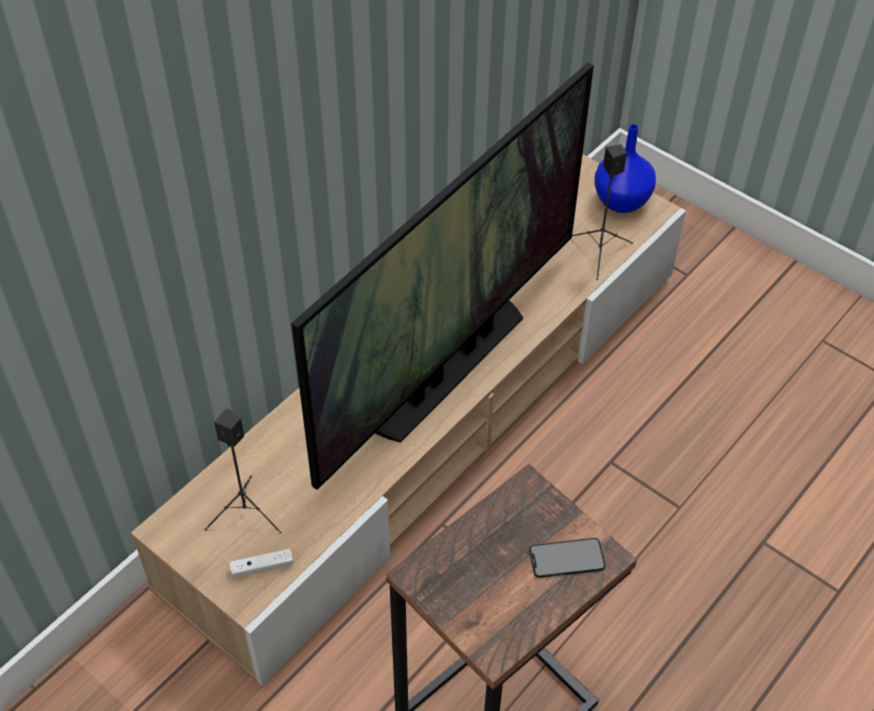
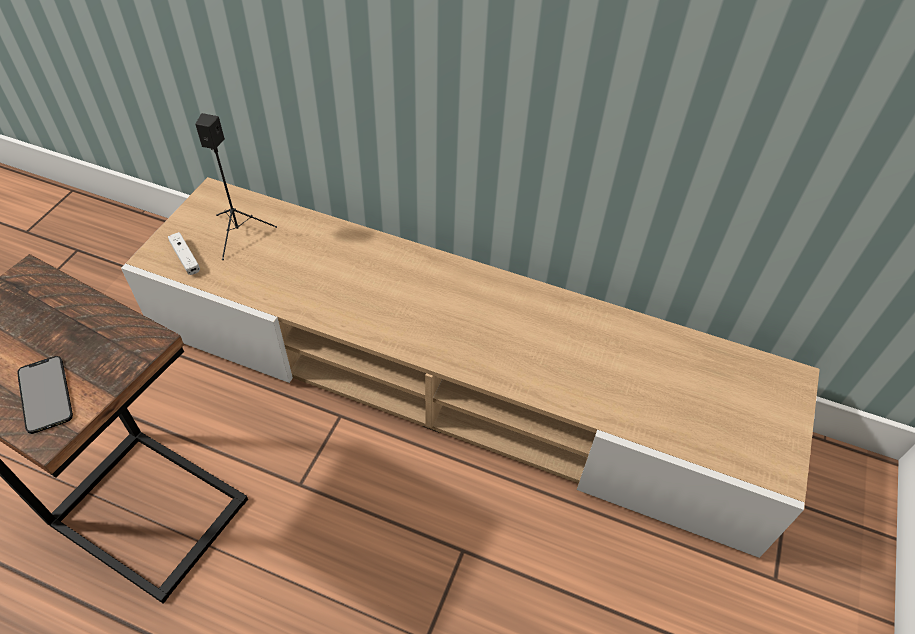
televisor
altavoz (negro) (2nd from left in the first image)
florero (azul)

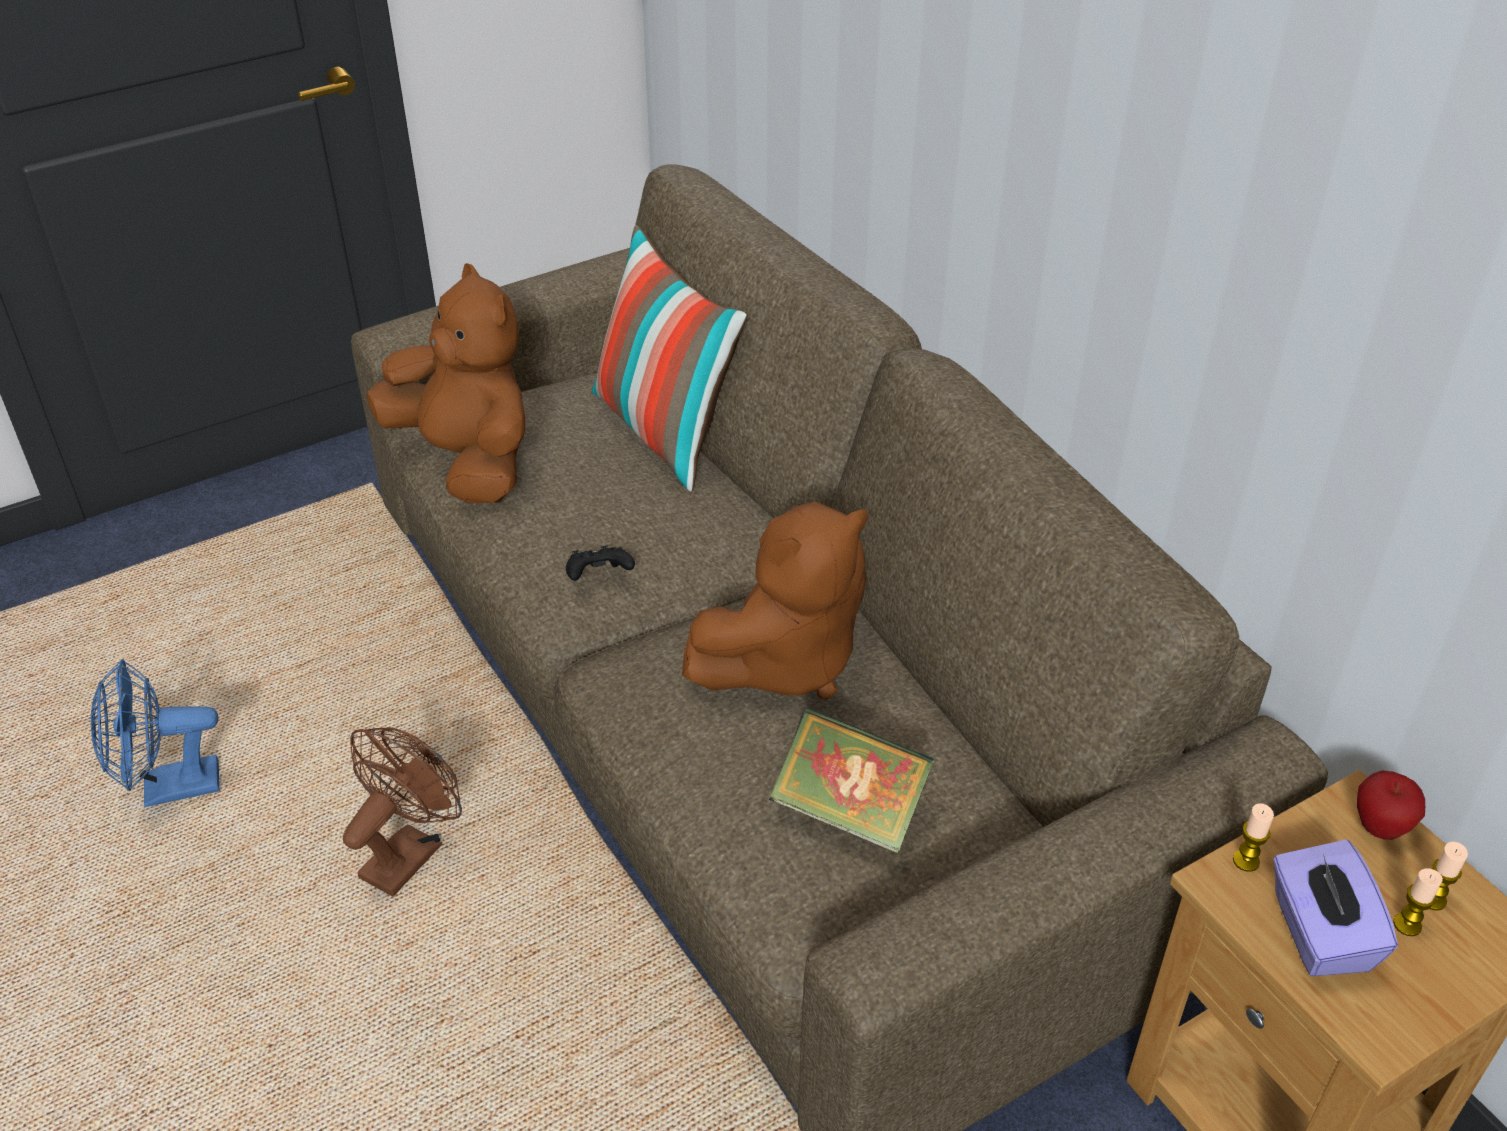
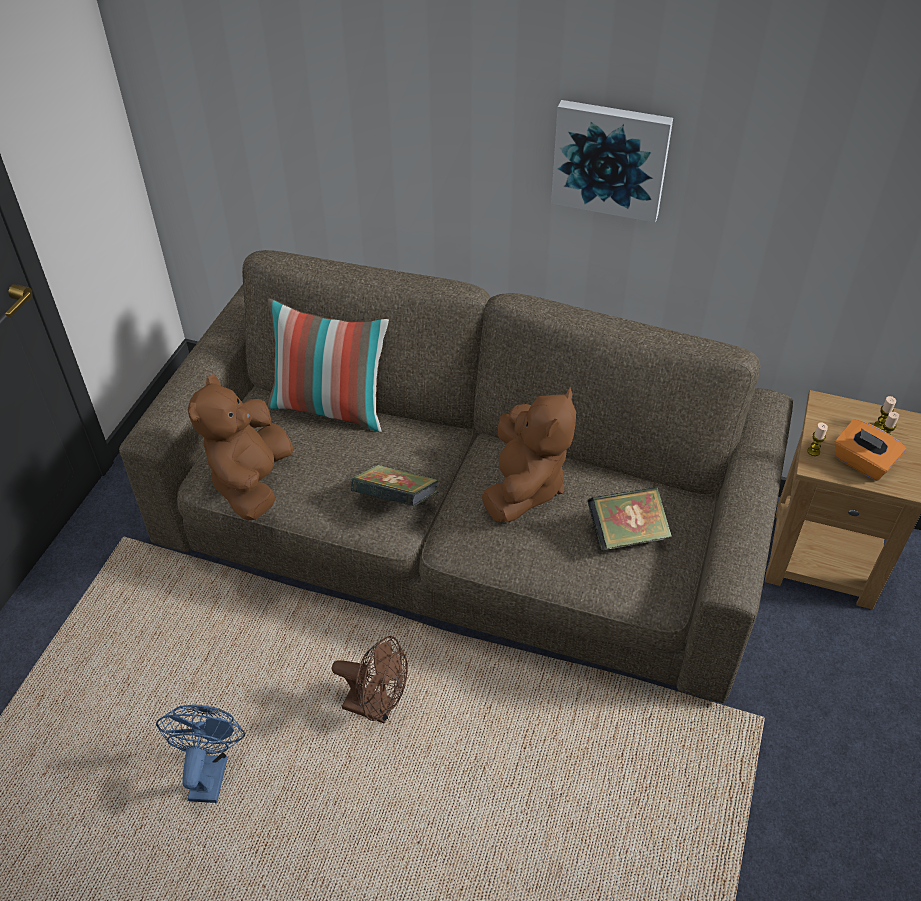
manzana
cuadro
libro (1st from left)
caja de pañuelos (naranja)
ventilador (azul)
ventilador (marrón)
peluche (marrón) (1st from left)

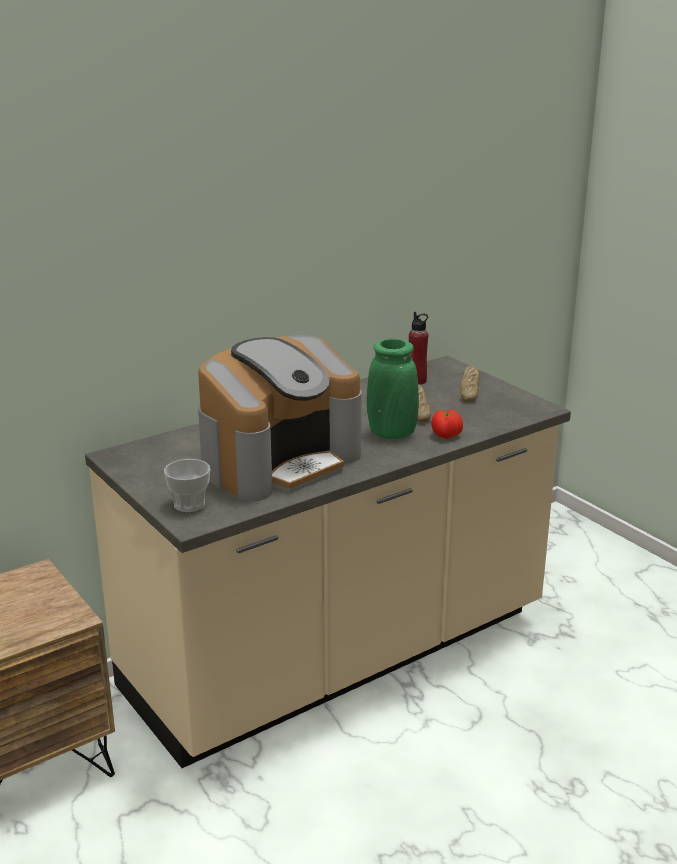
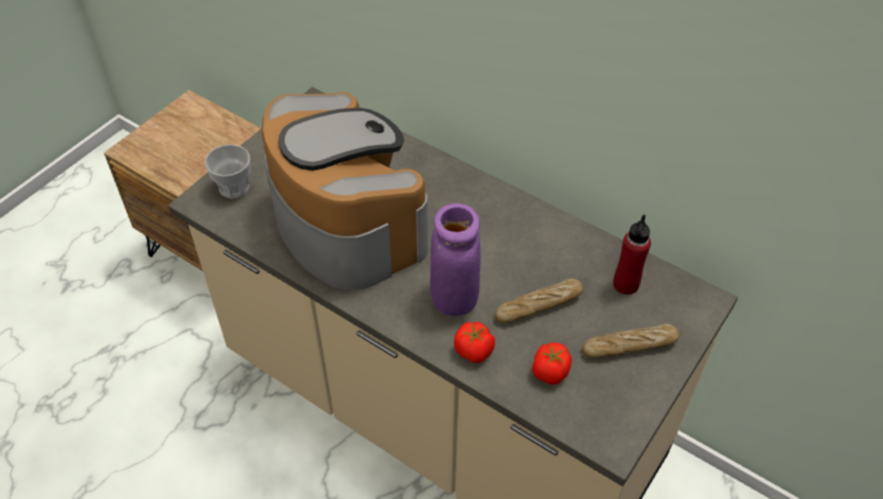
tomate (2nd from left)
florero (morado)
cafetera

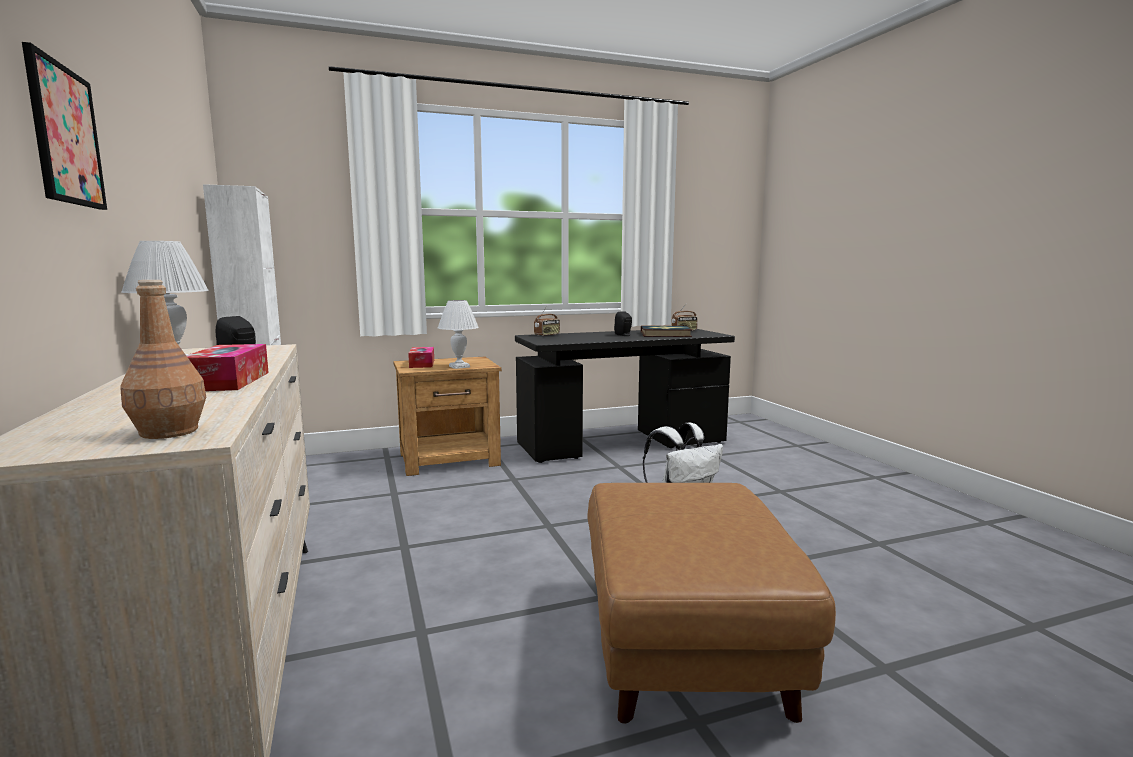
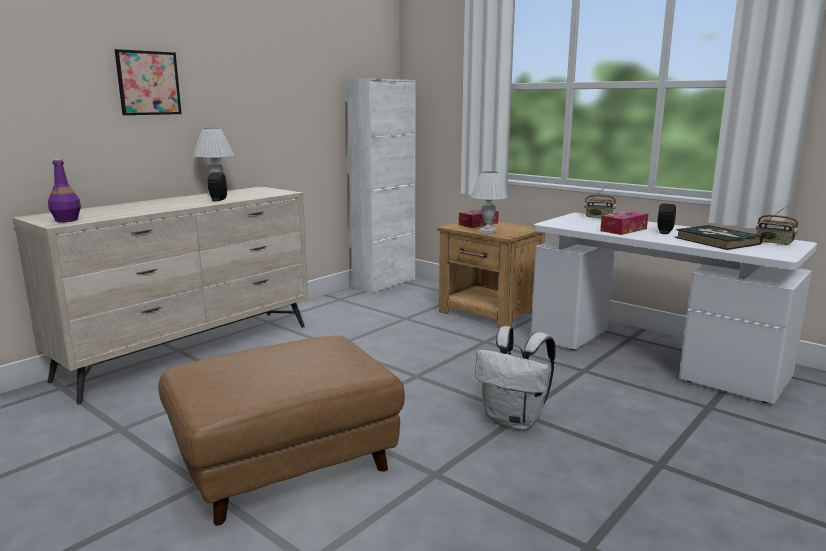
caja de pañuelos (2nd from left)
botella (morado)
escritorio (blanco)

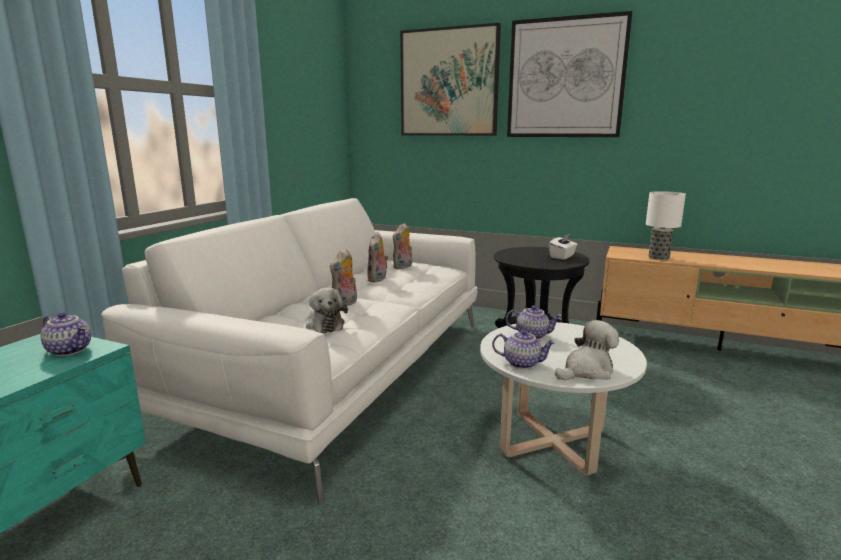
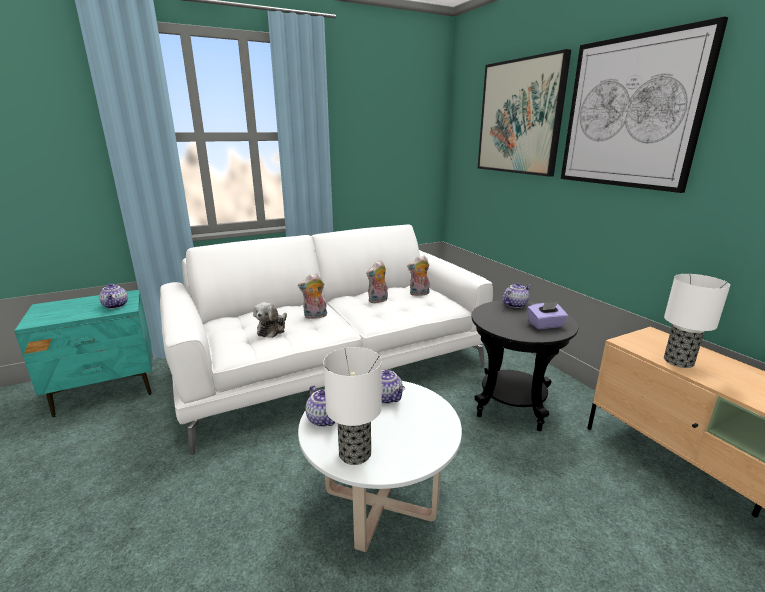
tetera (4th from left)
lámpara de mesa (1st from left)
caja de pañuelos (morado)

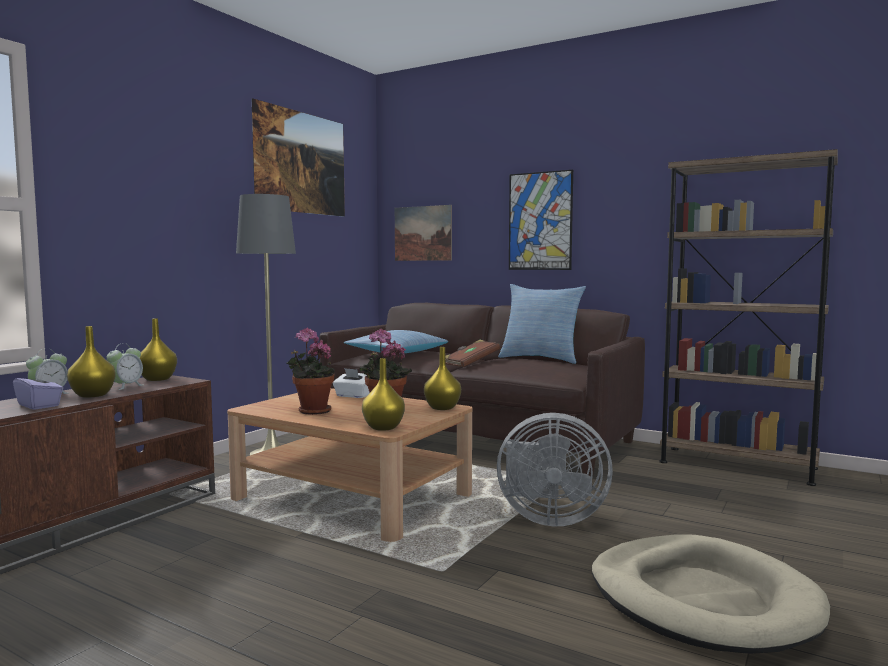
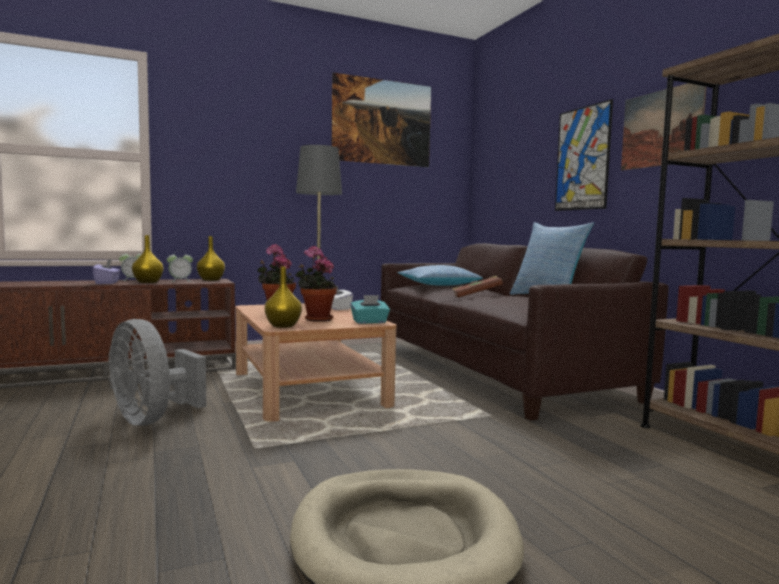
cuadro (3rd from left)
ventilador (gris)
caja de pañuelos (turquesa)

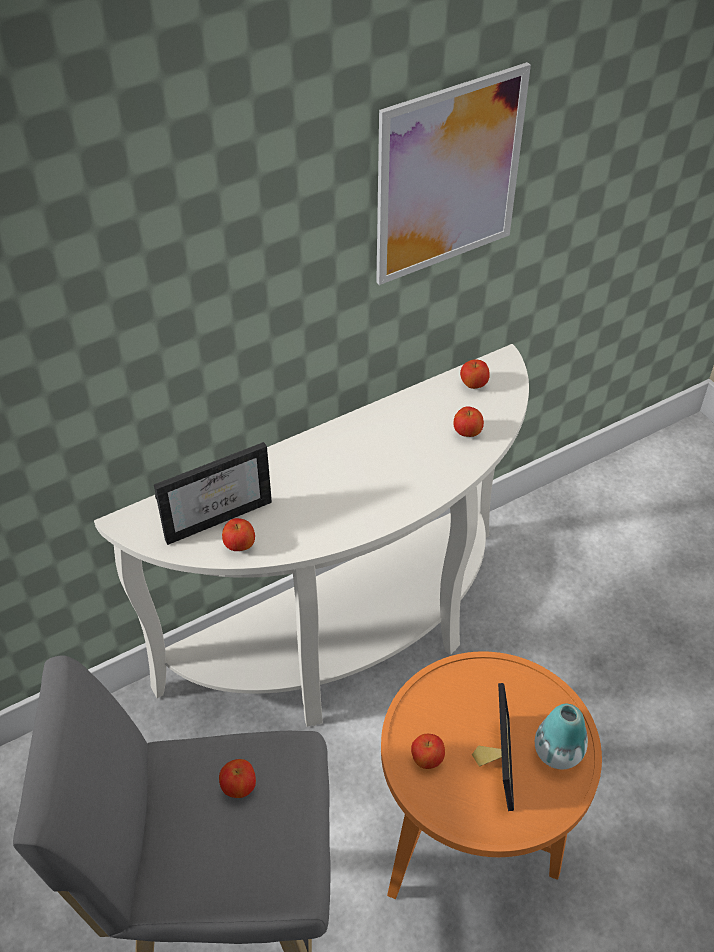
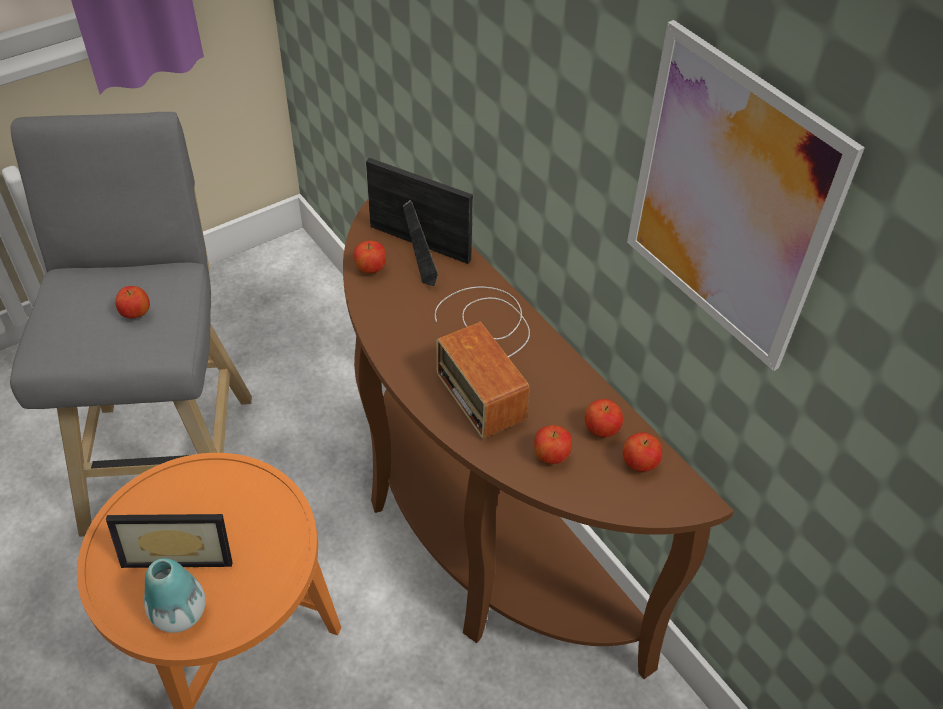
radio
manzana (4th from left)
mesa consola (marrón)
portarretratos (2nd from left)

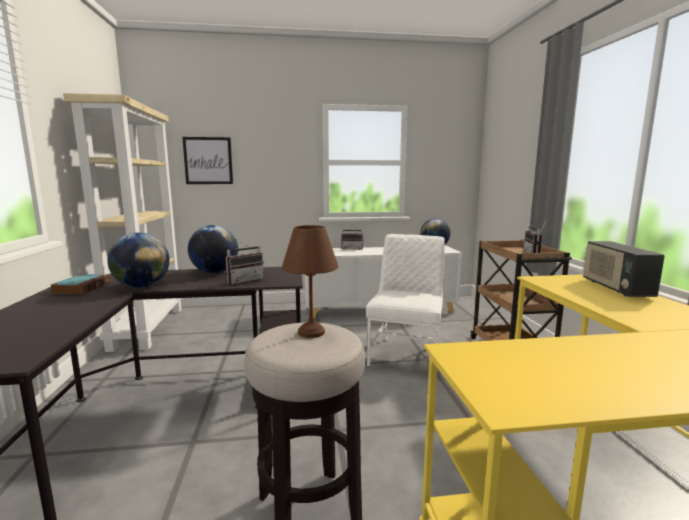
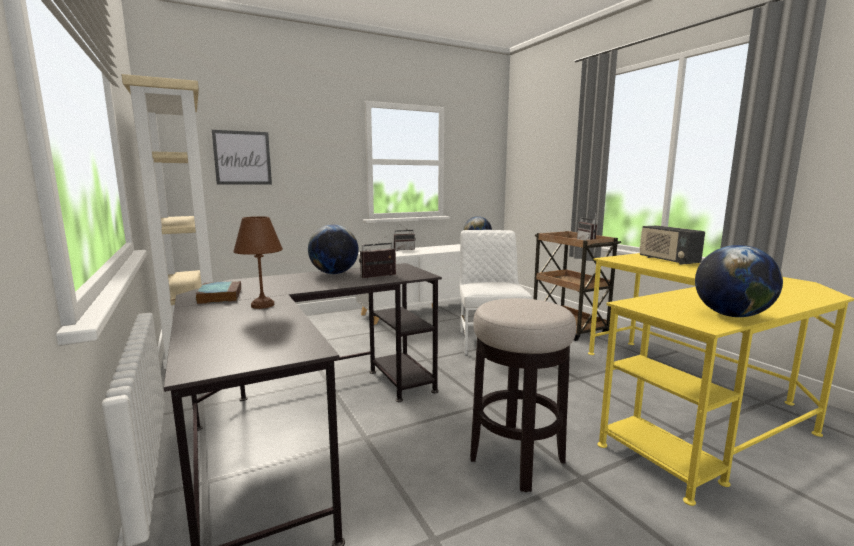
globo terráqueo (3rd from left)
lámpara de mesa (marrón)
radio (1st from left)

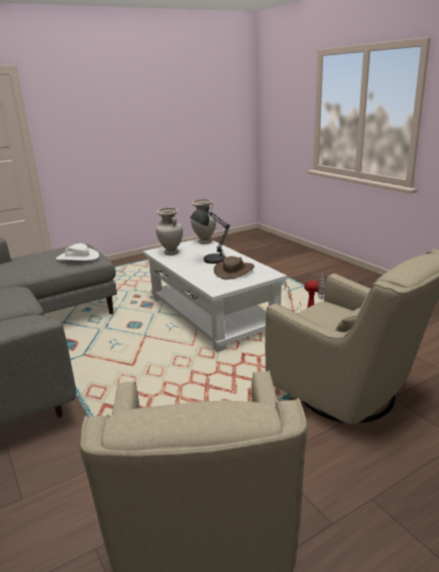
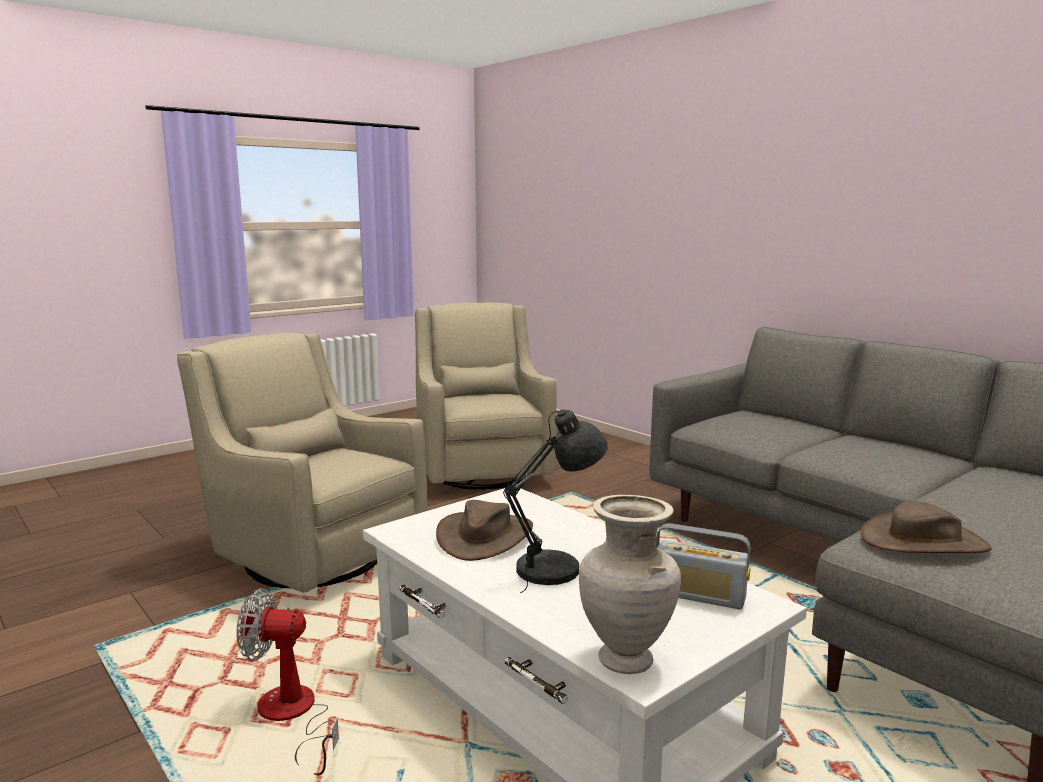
radio
sombrero (marrón) (2nd from left)

